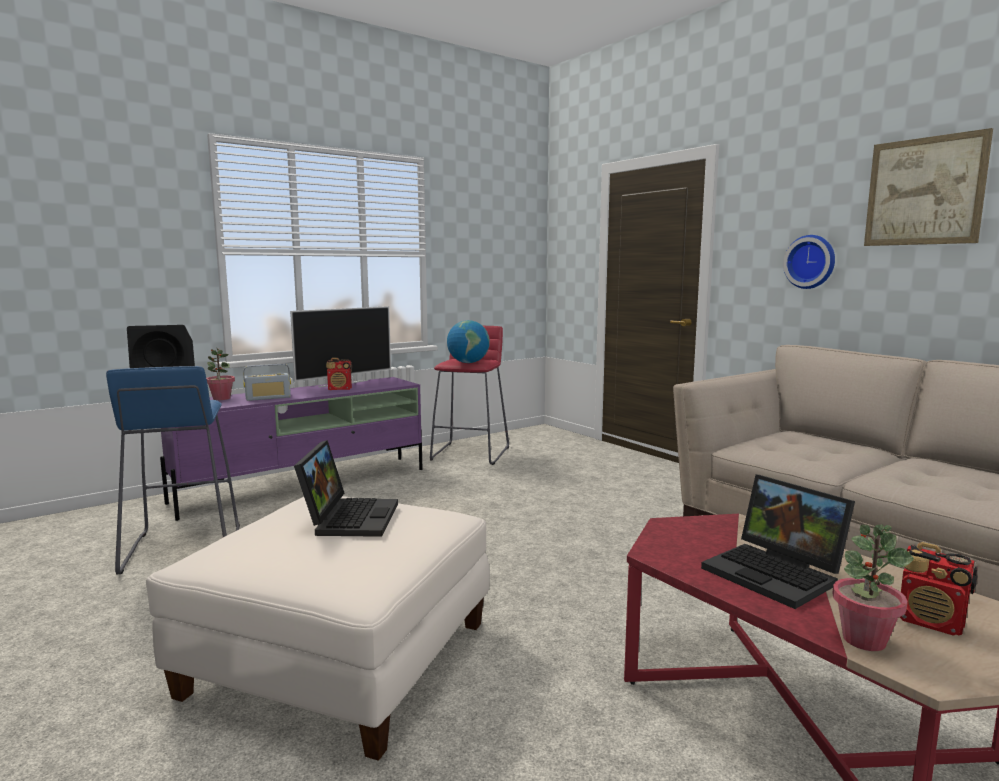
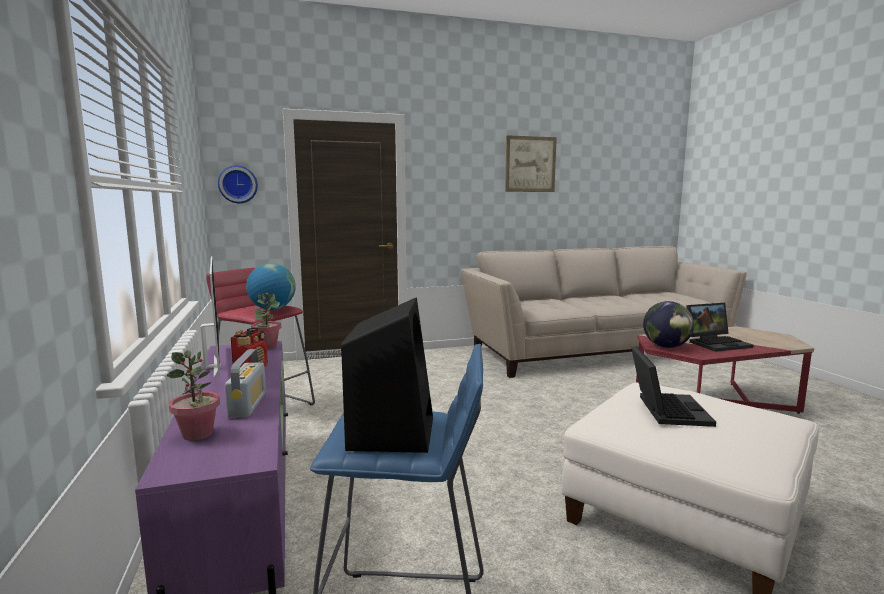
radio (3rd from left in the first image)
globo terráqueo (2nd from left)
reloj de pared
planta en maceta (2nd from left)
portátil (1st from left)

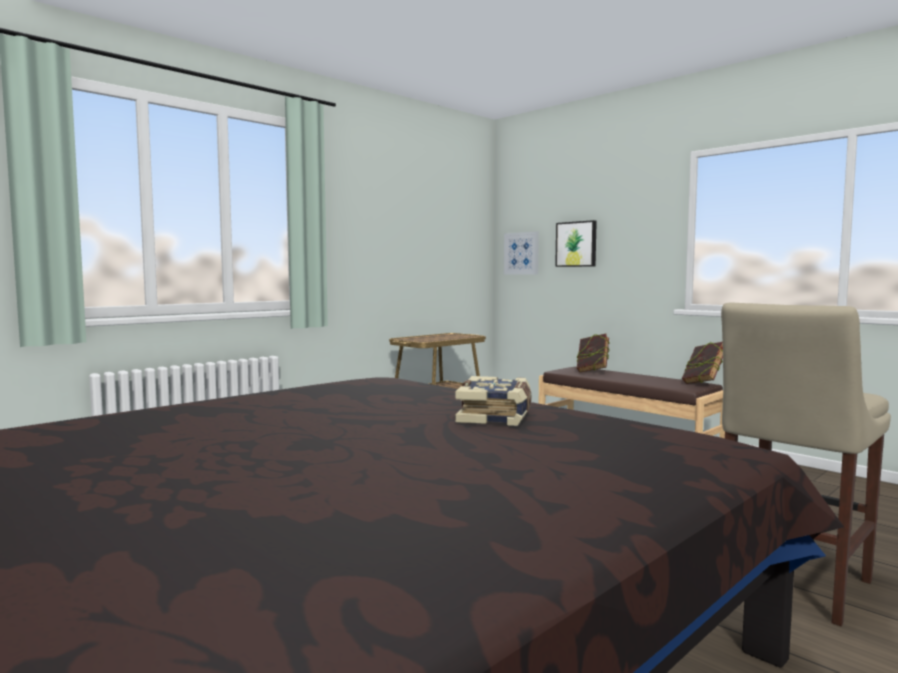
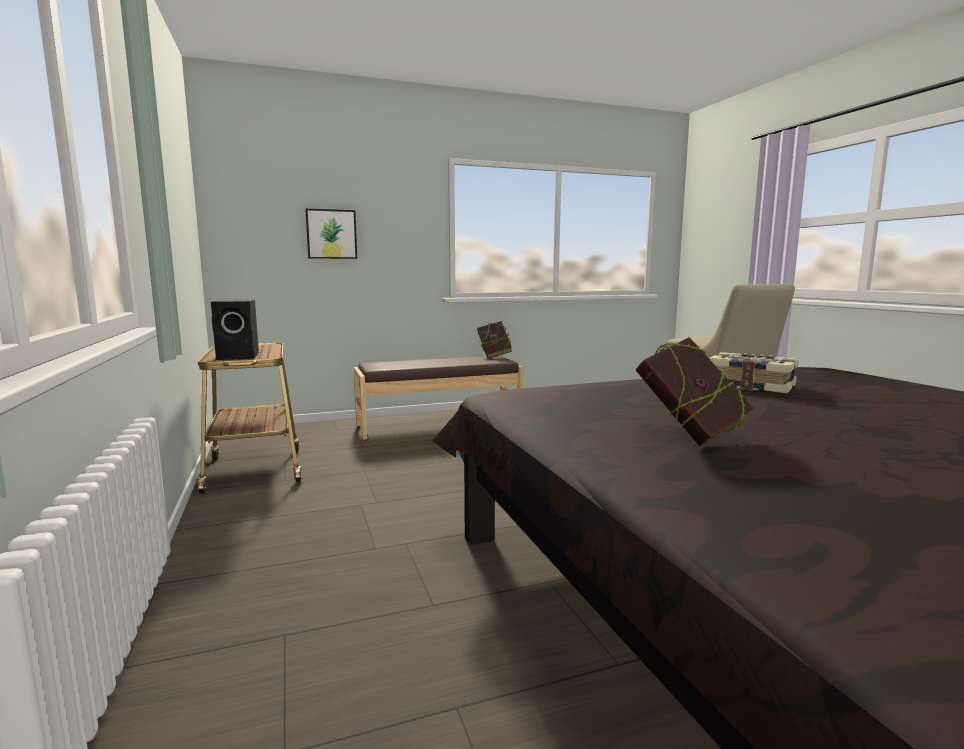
cuadro (1st from left in the first image)
altavoz (negro)
libro (2nd from left)

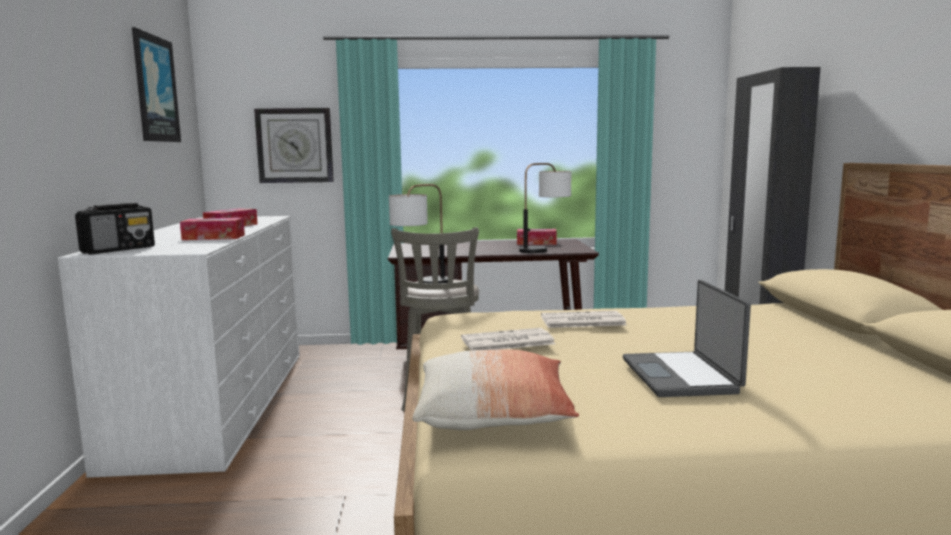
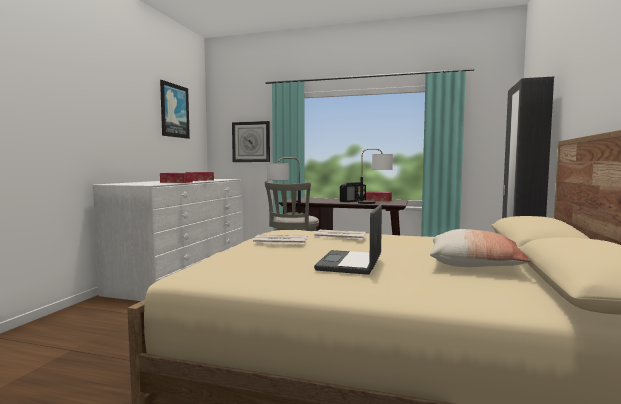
radio
cojín

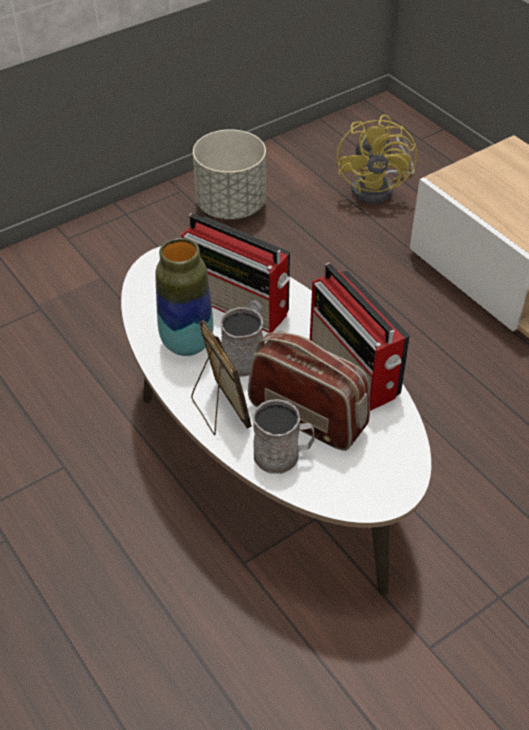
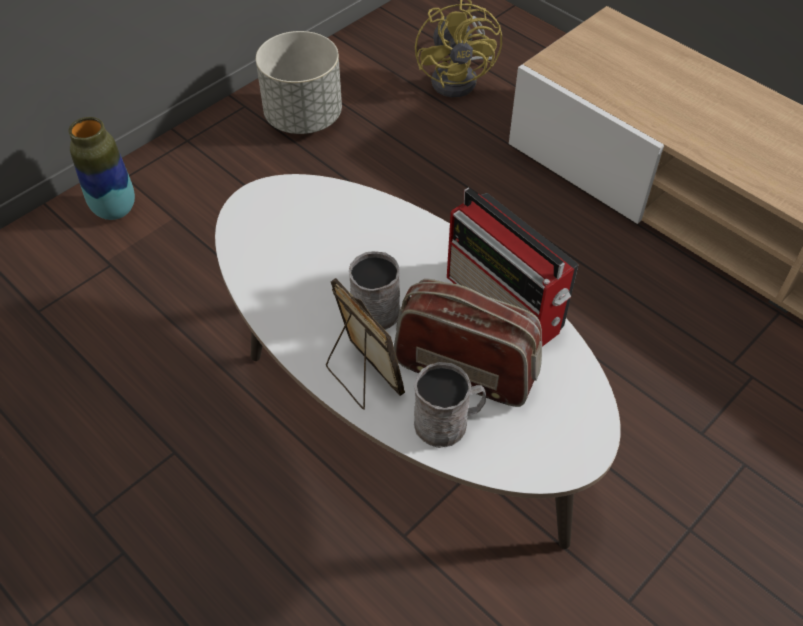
radio (1st from left in the first image)
florero

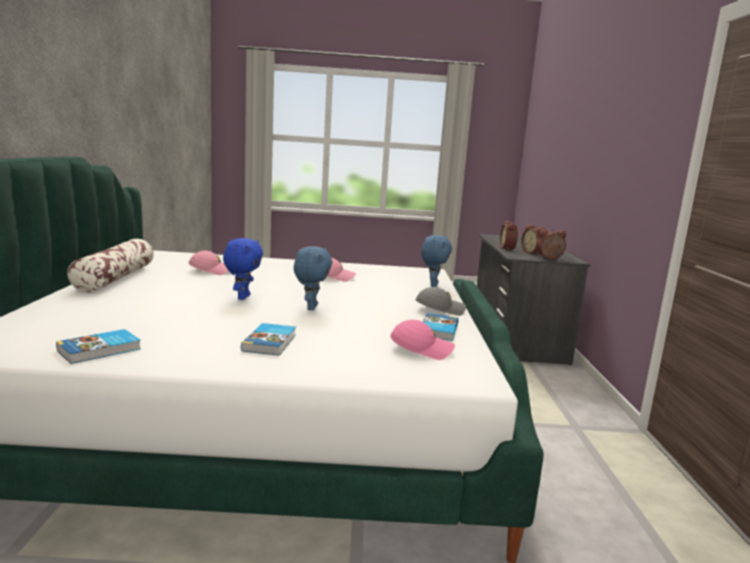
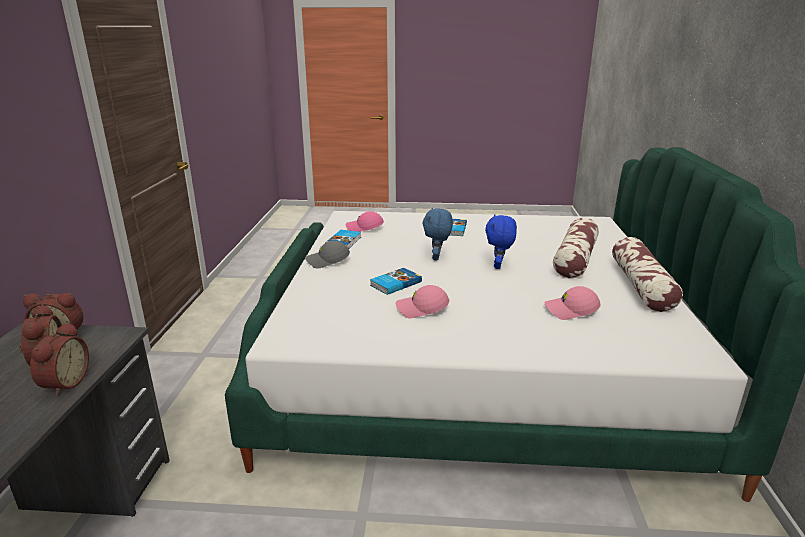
peluche (azul) (3rd from left in the first image)
cojín (1st from left)
libro (2nd from left)

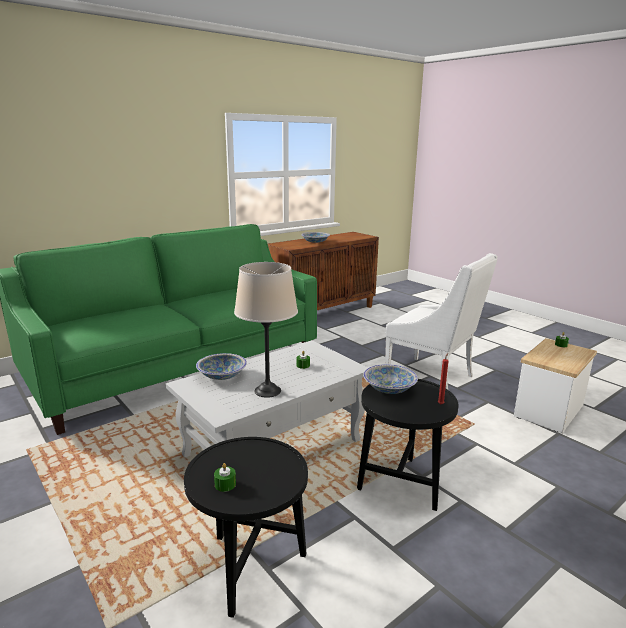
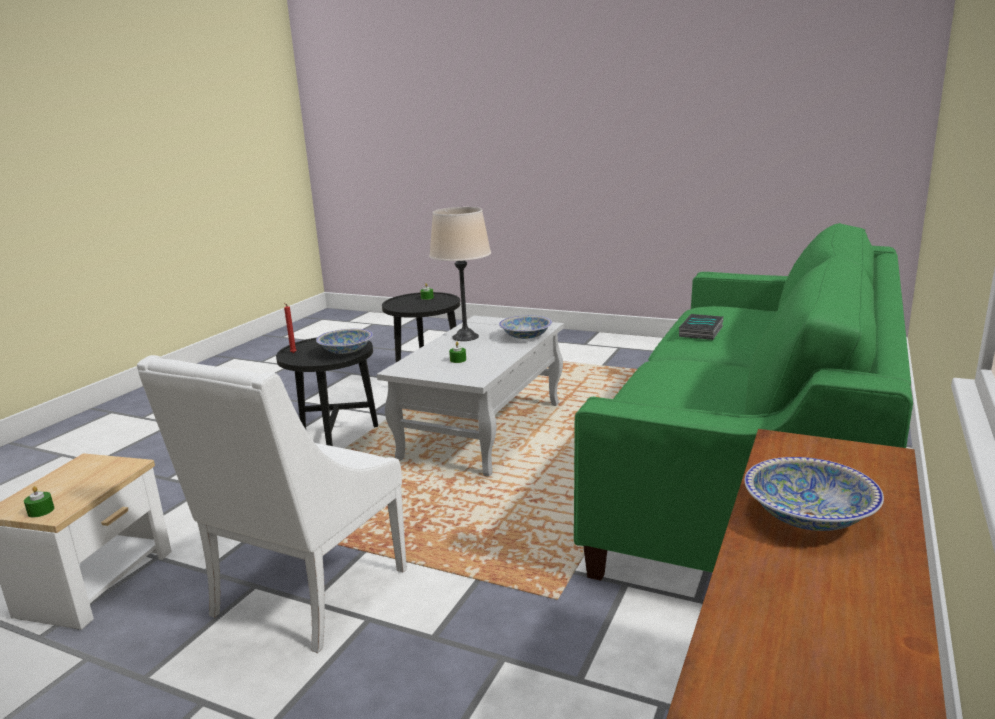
libro
sillón (blanco)

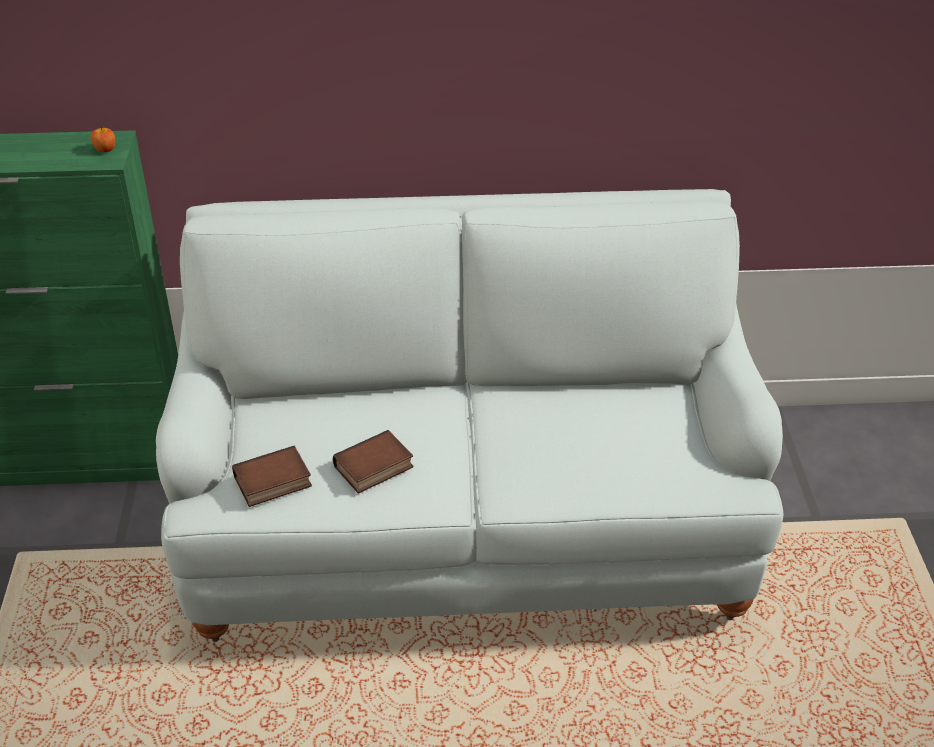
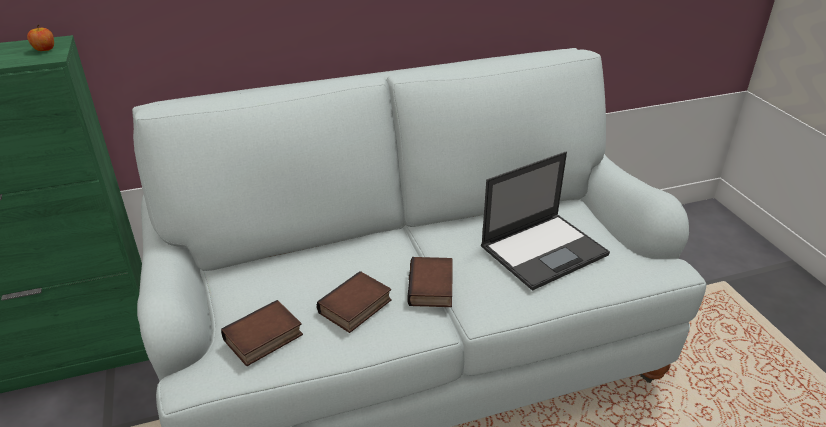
libro (3rd from left)
portátil

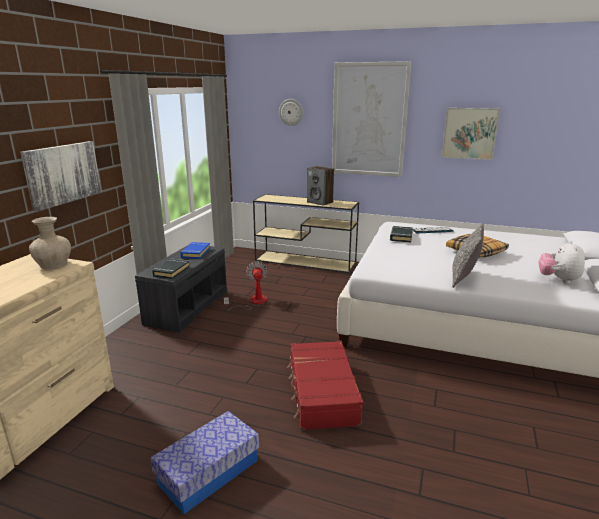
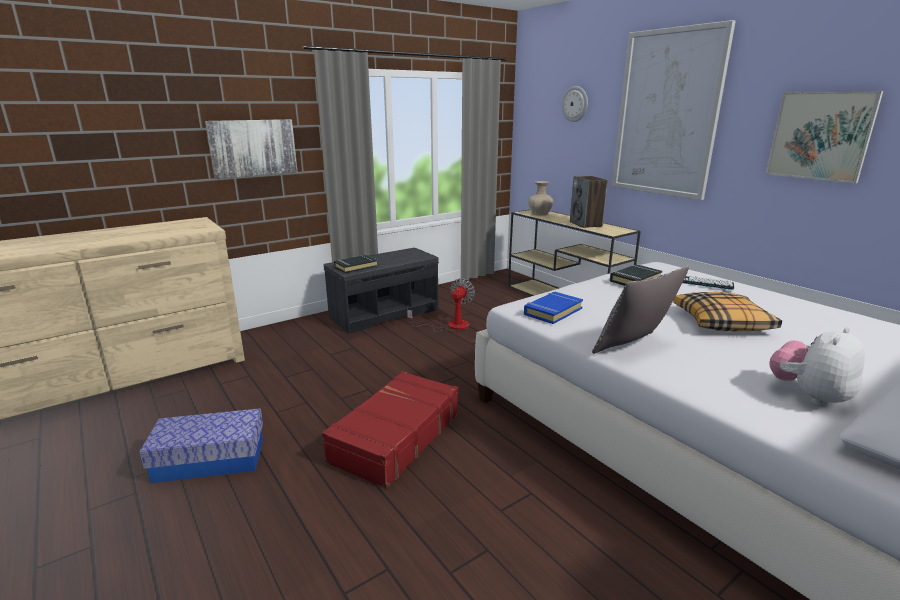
florero (beis)
libro (azul)

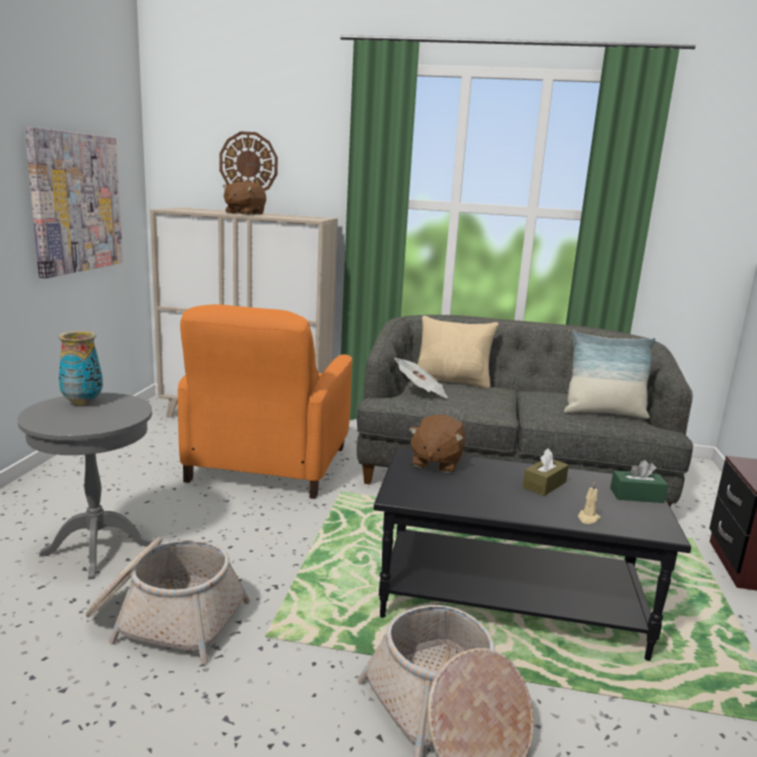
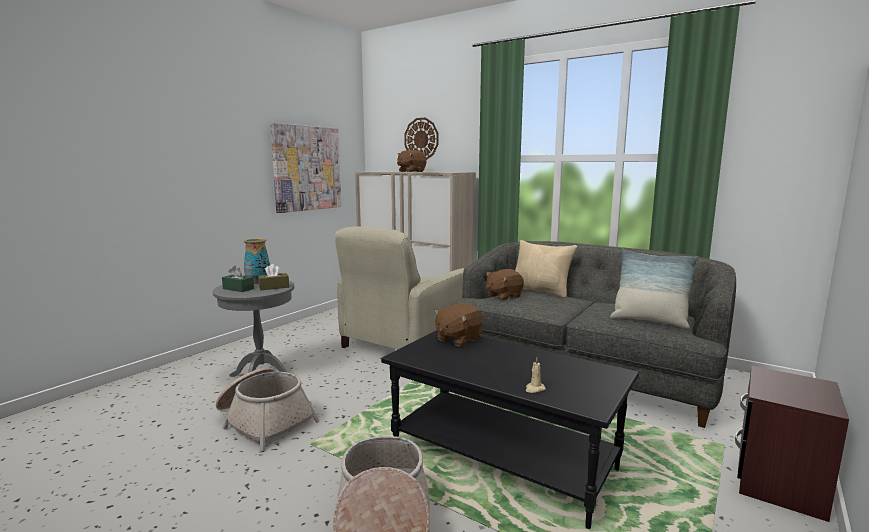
caja de pañuelos (marrón)
caja de pañuelos (verde)
peluche (marrón) (3rd from left)
sillón (beis)

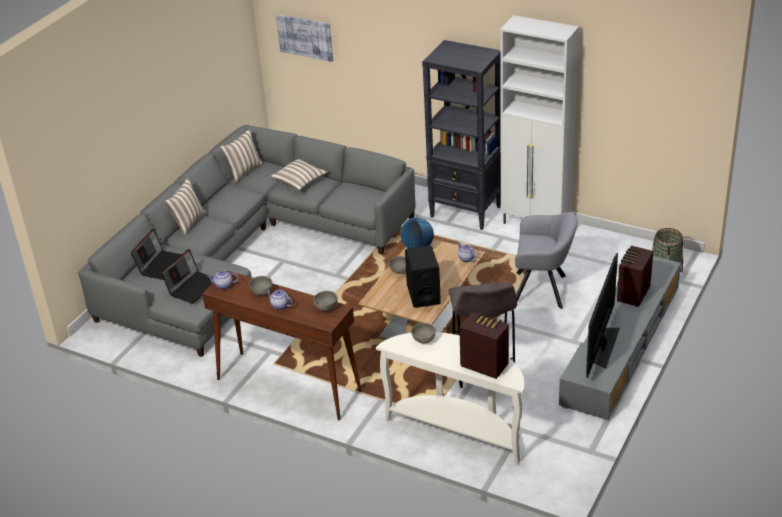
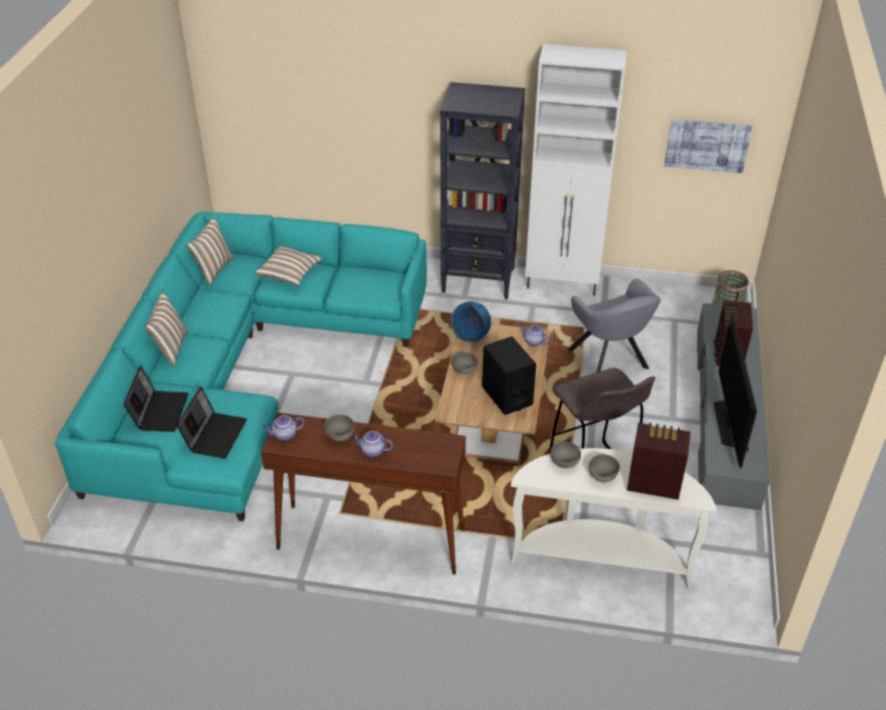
cuadro
cuenco (gris) (4th from left)
sofá (turquesa)
sillón (gris)

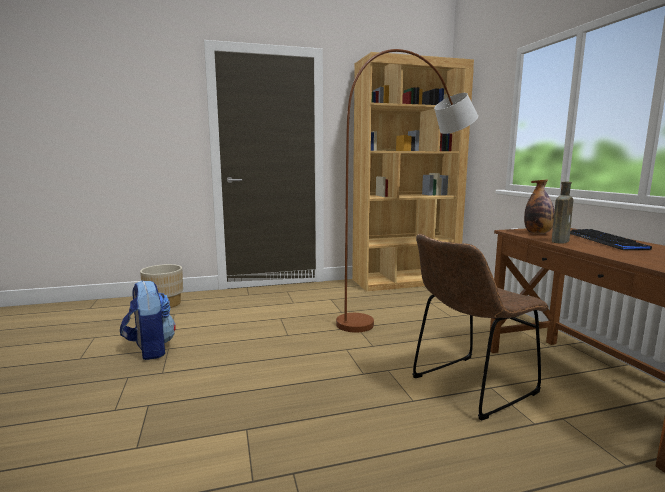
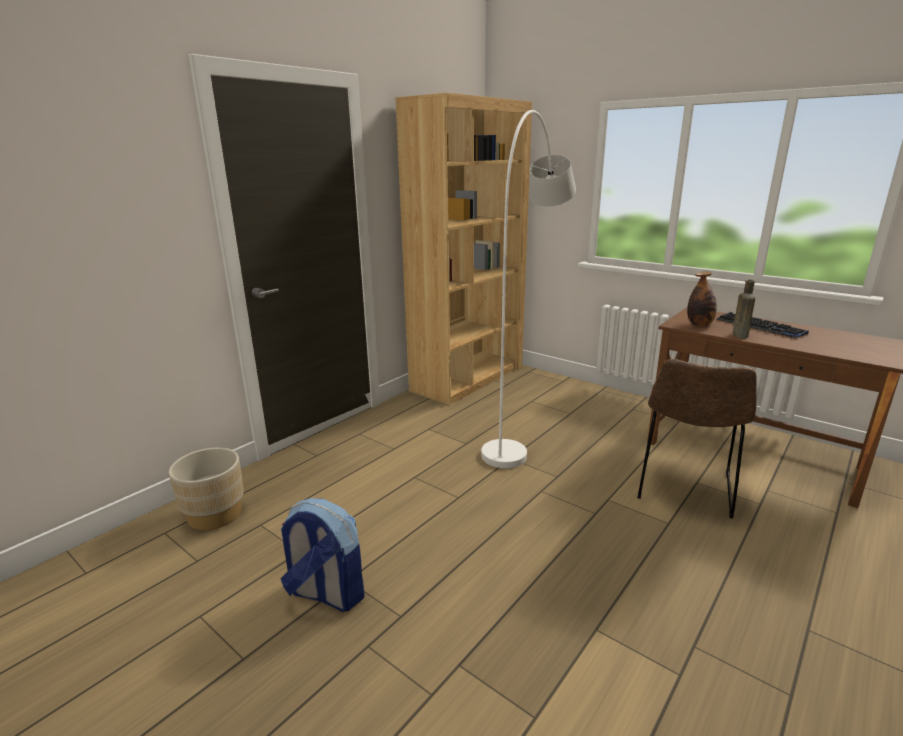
lámpara de pie (blanco)

